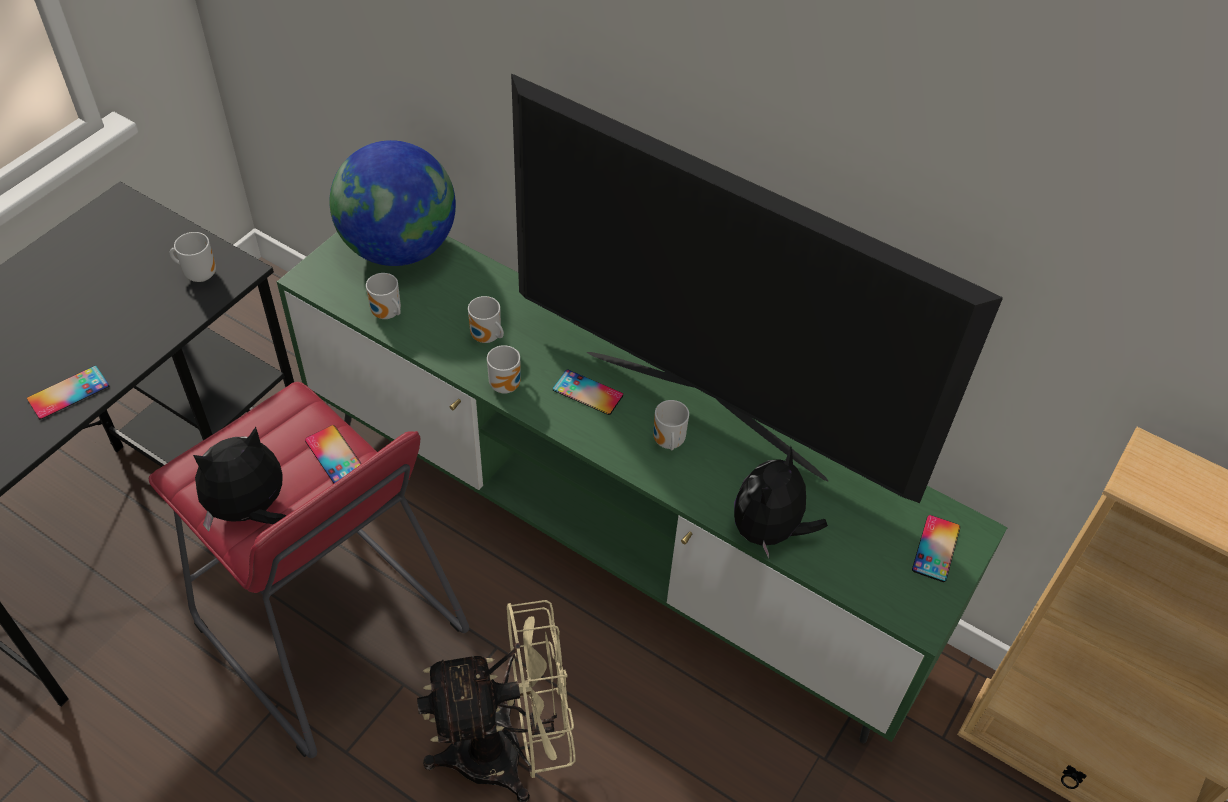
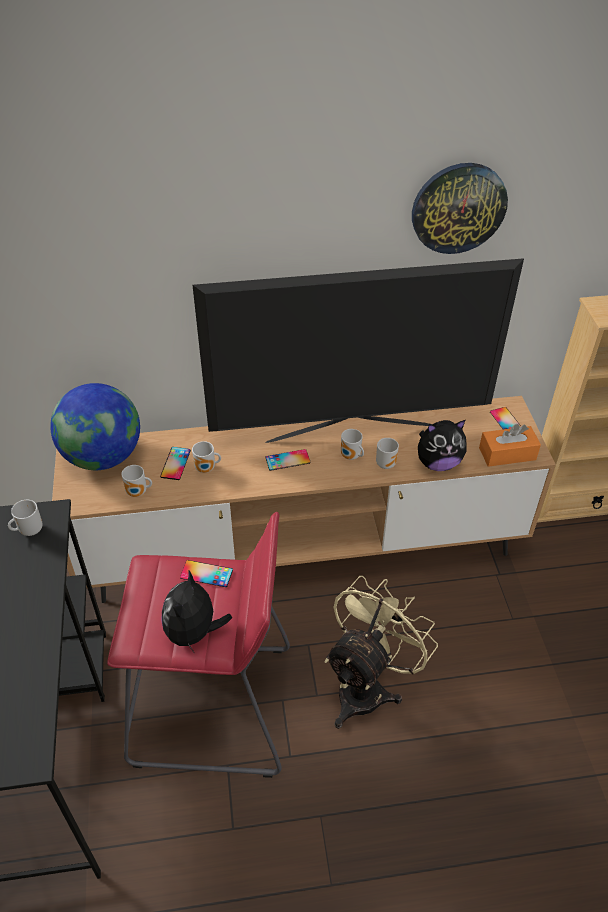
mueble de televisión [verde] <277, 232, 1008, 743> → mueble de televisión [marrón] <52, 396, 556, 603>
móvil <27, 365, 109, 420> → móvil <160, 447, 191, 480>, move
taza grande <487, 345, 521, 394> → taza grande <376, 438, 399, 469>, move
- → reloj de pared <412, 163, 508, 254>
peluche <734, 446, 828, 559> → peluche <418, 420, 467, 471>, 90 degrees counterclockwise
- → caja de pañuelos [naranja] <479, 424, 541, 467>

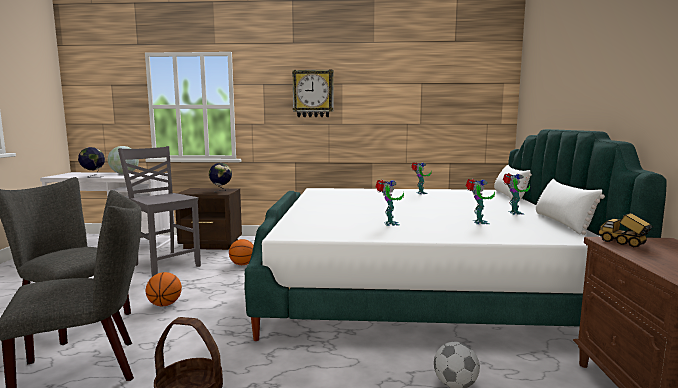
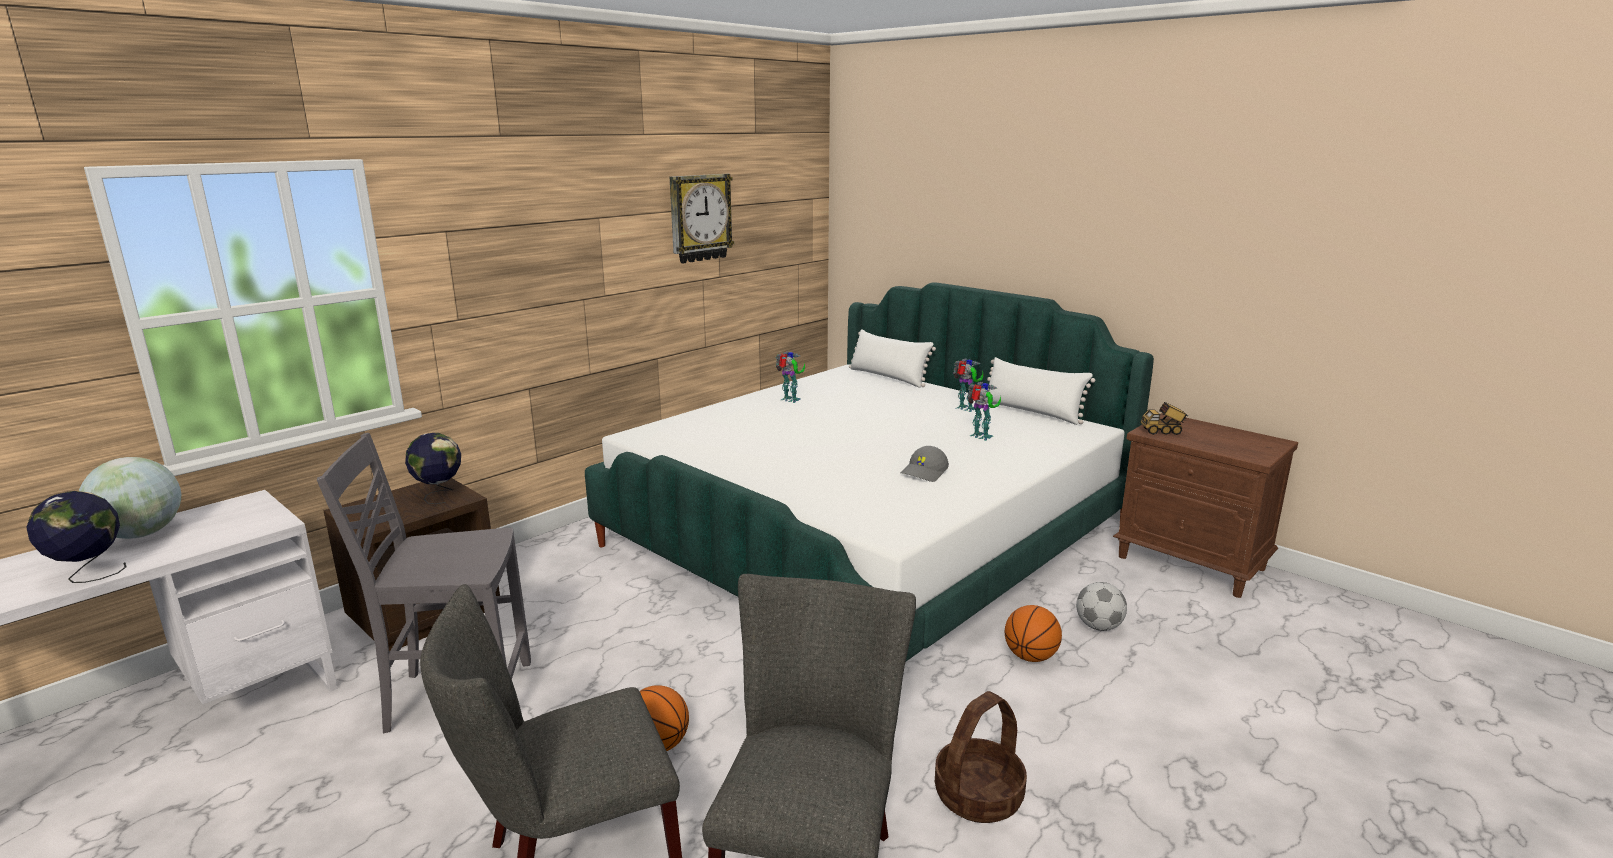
reloj de pared <292, 69, 334, 117> → reloj de pared <670, 174, 734, 263>, move
robot de juguete <376, 180, 404, 226> → gorra [gris] <900, 446, 949, 482>
balón de baloncesto <229, 239, 254, 265> → balón de baloncesto <1005, 605, 1062, 662>, move

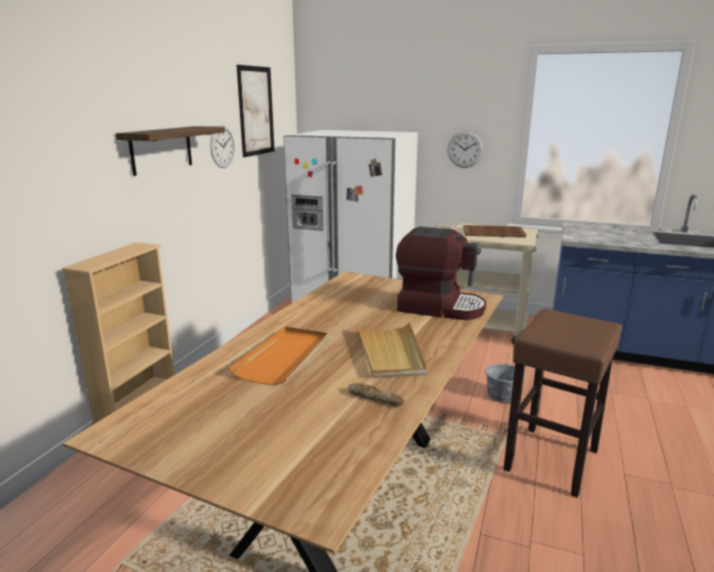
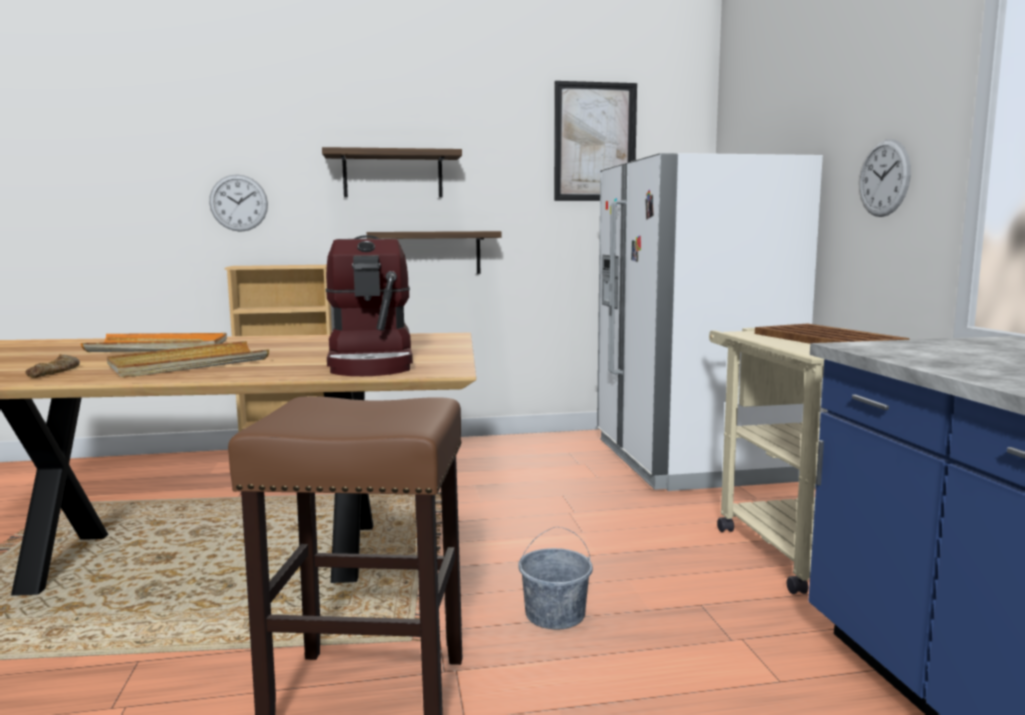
reloj de pared <210, 125, 235, 168> → reloj de pared <209, 174, 268, 232>, move
- → estante <367, 231, 502, 274>

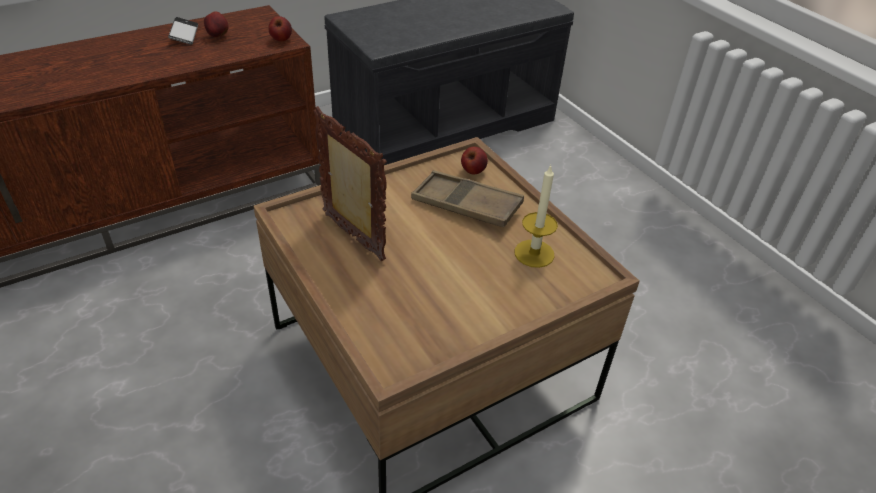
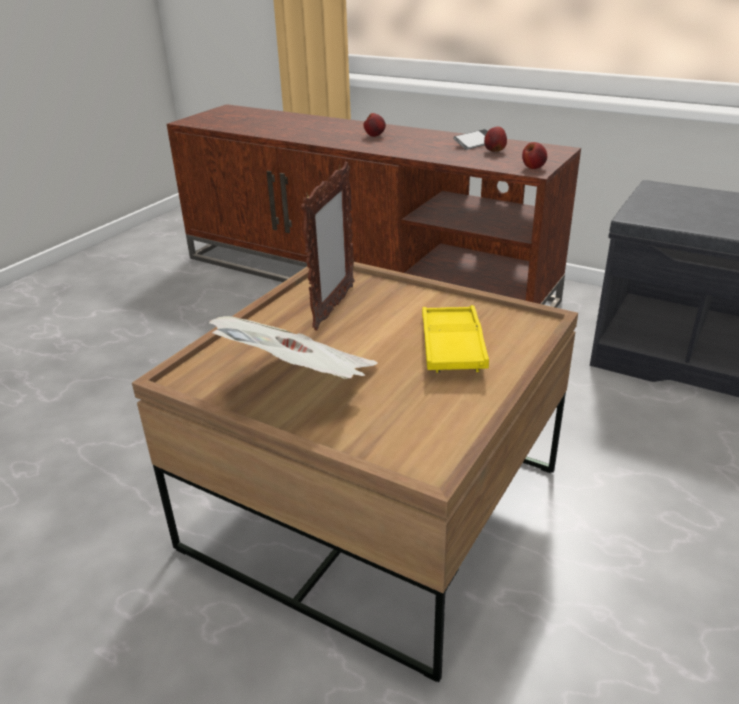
- → periódico <210, 316, 378, 379>
manzana <461, 147, 488, 174> → manzana <363, 113, 386, 137>, move
bandeja [marrón] <411, 171, 524, 227> → bandeja [amarillo] <422, 305, 489, 373>
vela <515, 164, 558, 268> → -

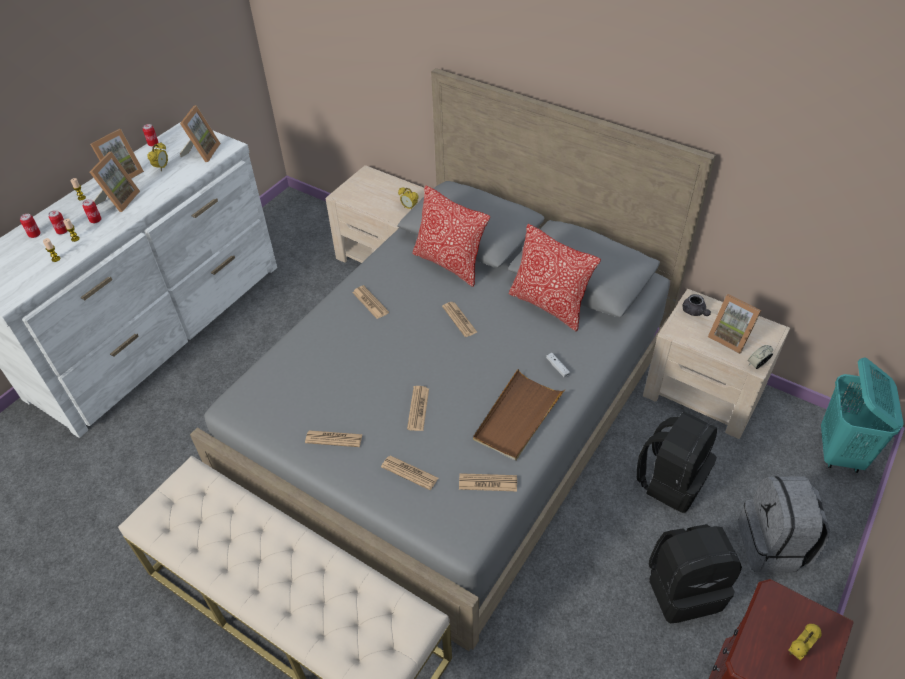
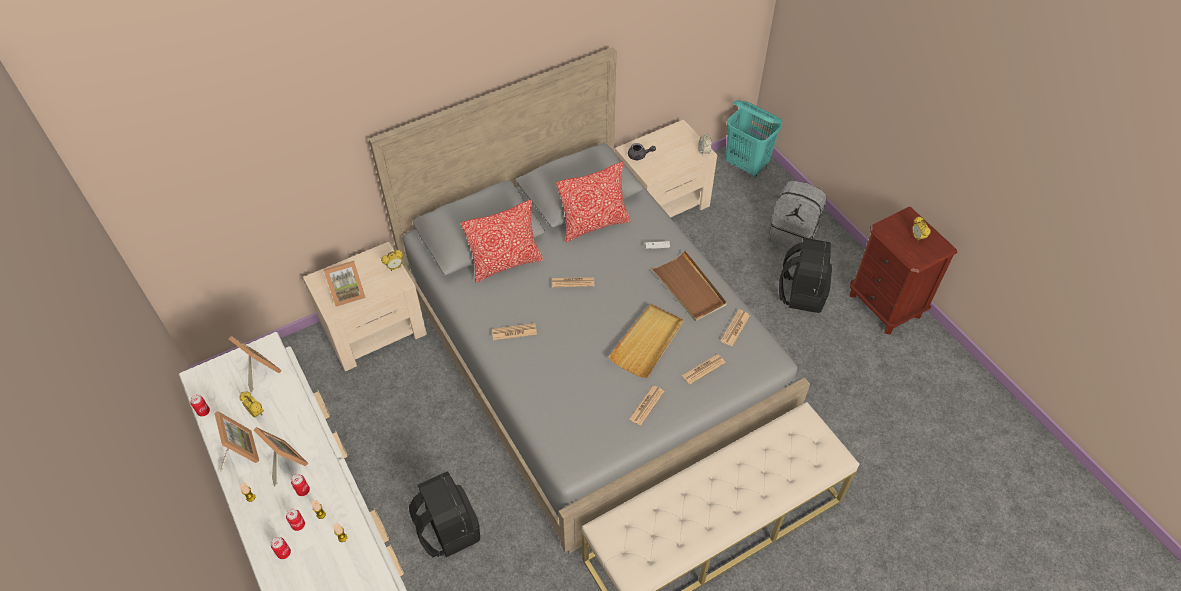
portarretratos <708, 294, 762, 354> → portarretratos <323, 261, 366, 307>, move
mochila [negro] <637, 412, 717, 513> → mochila [negro] <409, 471, 480, 557>, move
periódico <407, 386, 429, 431> → bandeja [beis] <608, 304, 684, 378>

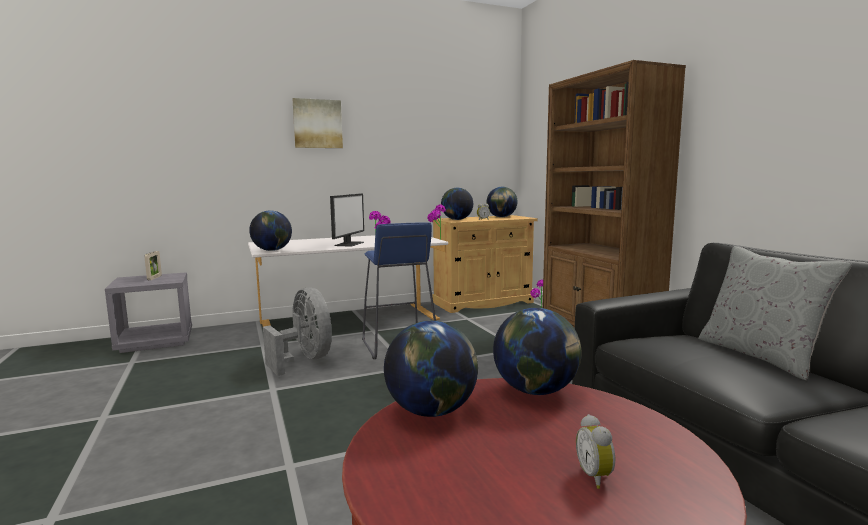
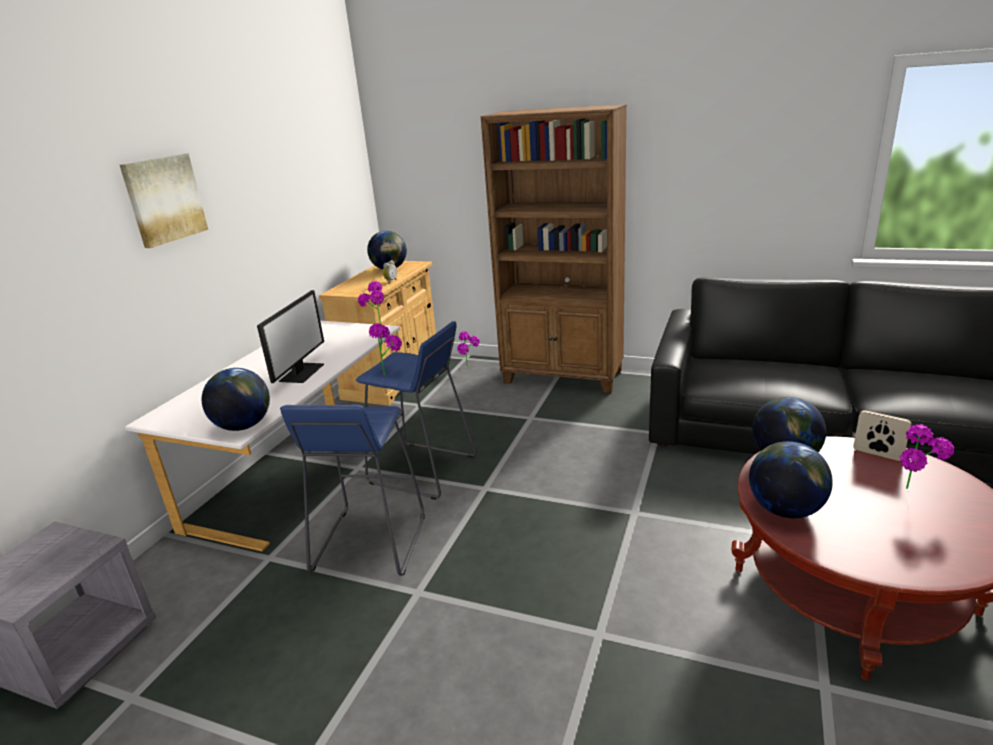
monitor <330, 193, 364, 247> → monitor <257, 290, 324, 383>, 45 degrees clockwise
ventilador [gris] <263, 287, 332, 376> → taburete [azul] <280, 405, 425, 576>
portarretratos <144, 251, 162, 280> → portarretratos <853, 410, 911, 461>, move
despertador <576, 414, 615, 489> → planta en maceta <900, 424, 954, 489>
globo terráqueo <441, 188, 473, 220> → -
cojín [gris] <698, 246, 852, 380> → -

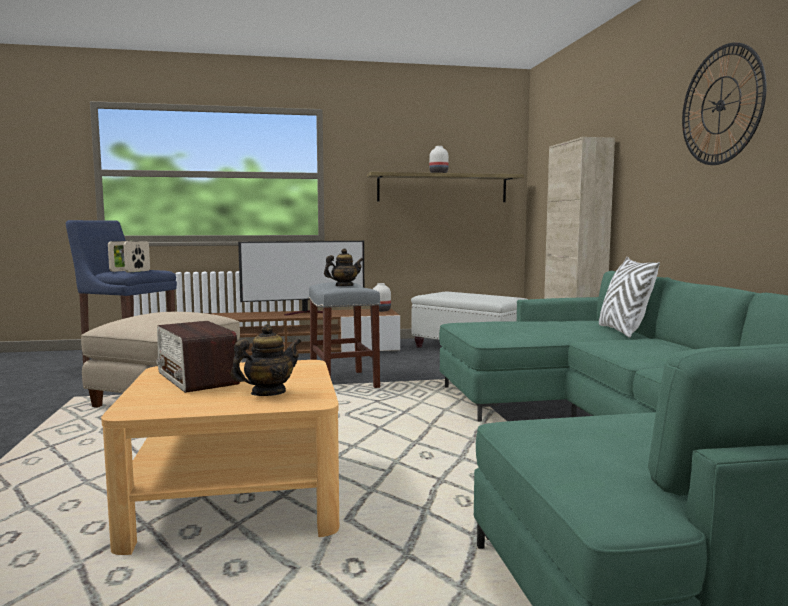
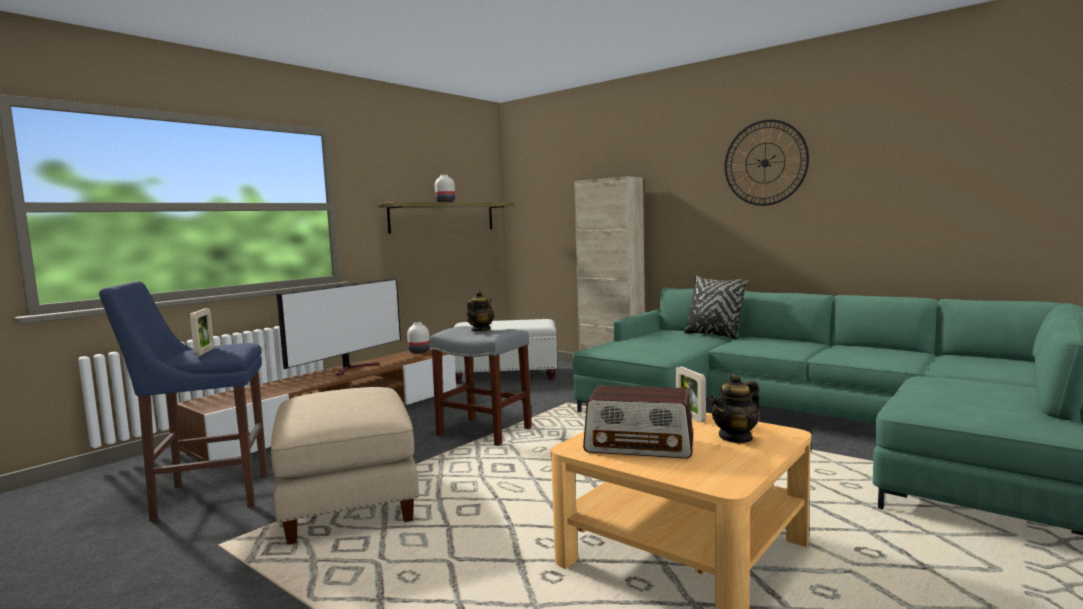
portarretratos <124, 241, 150, 272> → portarretratos <675, 366, 706, 423>, move
cojín [blanco] <599, 257, 660, 338> → cojín [negro] <684, 276, 748, 339>
tetera <231, 324, 301, 396> → tetera <710, 374, 760, 444>, 135 degrees counterclockwise

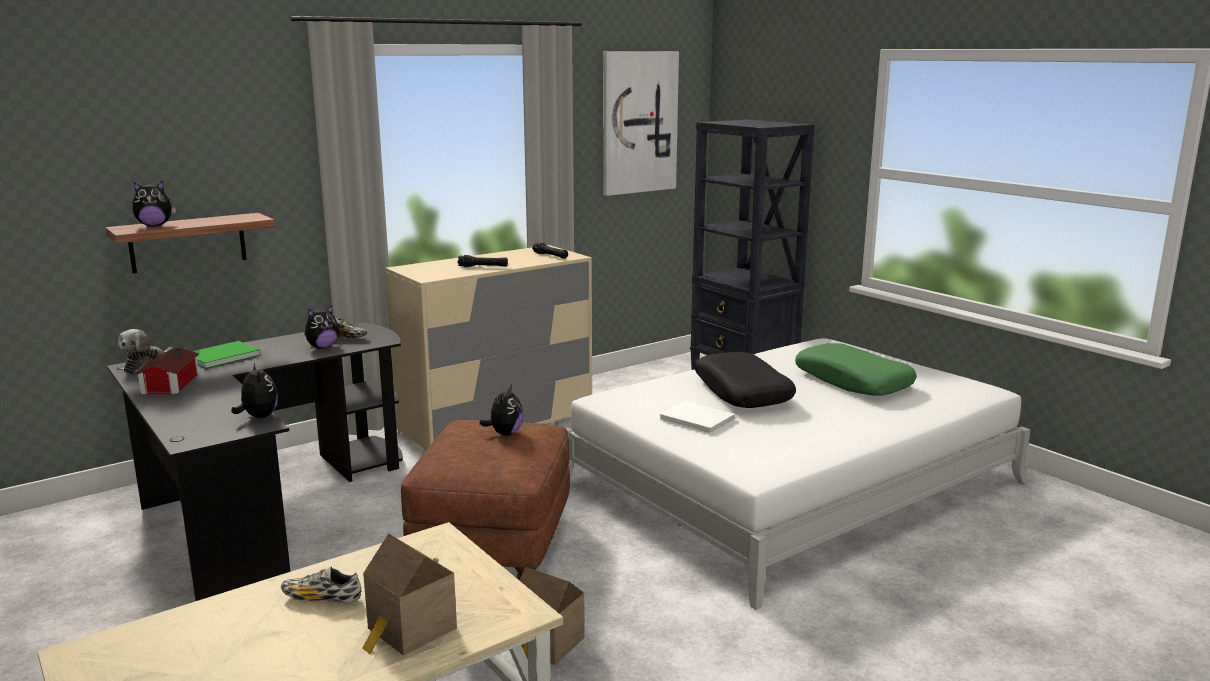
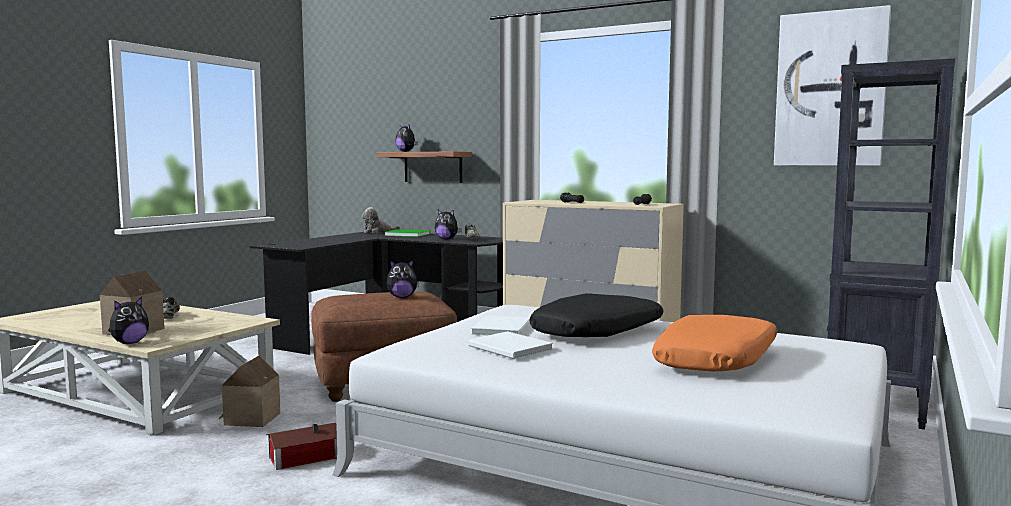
peluche <231, 363, 278, 418> → peluche <108, 297, 149, 344>, move
casita <134, 347, 199, 394> → casita <266, 423, 337, 470>, move
- → libro [blanco] <468, 331, 553, 359>
cojín [verde] <795, 343, 917, 395> → cojín [naranja] <652, 315, 777, 371>

